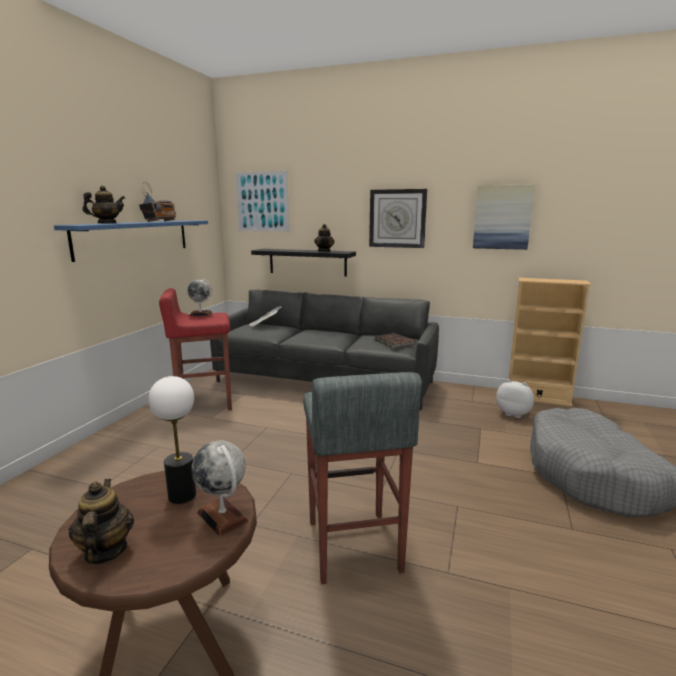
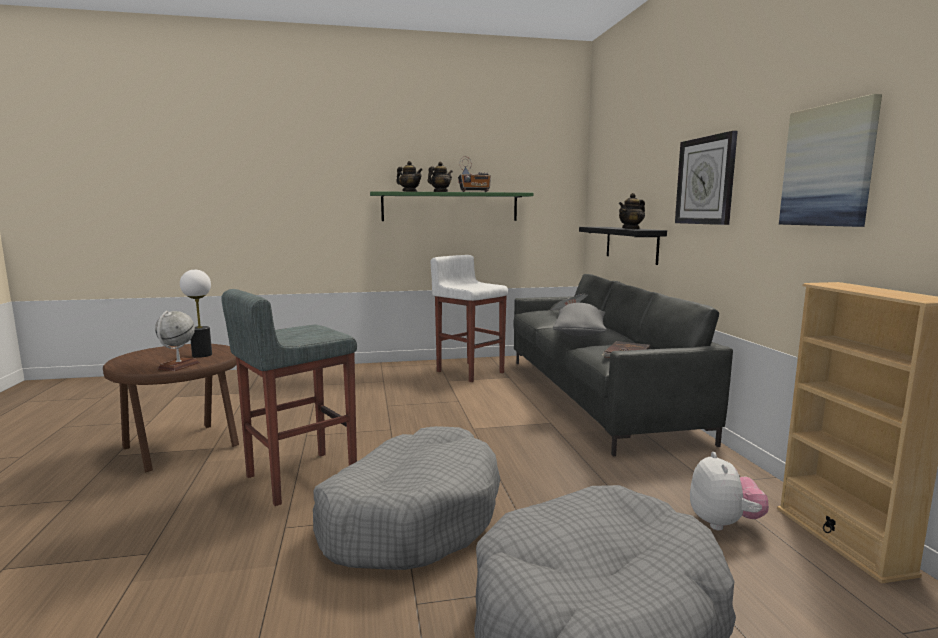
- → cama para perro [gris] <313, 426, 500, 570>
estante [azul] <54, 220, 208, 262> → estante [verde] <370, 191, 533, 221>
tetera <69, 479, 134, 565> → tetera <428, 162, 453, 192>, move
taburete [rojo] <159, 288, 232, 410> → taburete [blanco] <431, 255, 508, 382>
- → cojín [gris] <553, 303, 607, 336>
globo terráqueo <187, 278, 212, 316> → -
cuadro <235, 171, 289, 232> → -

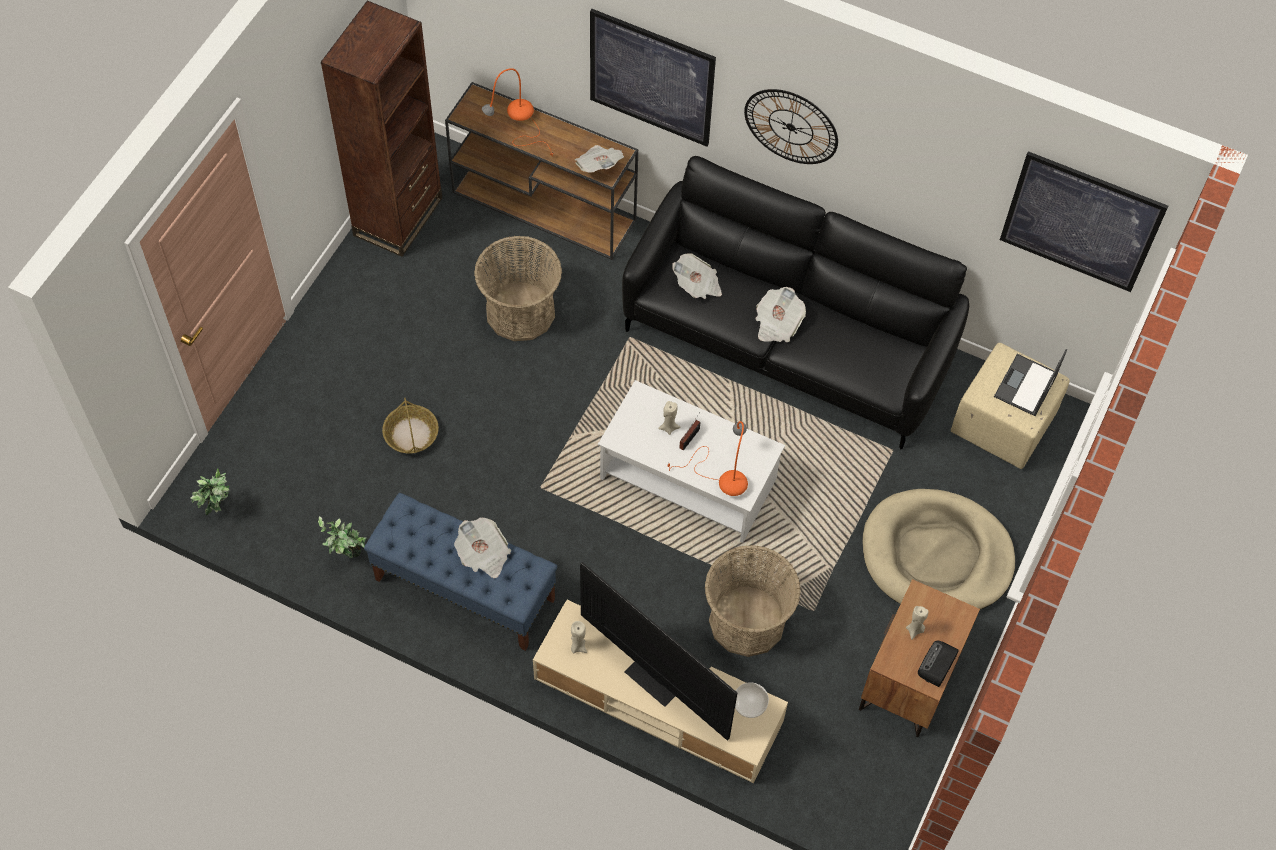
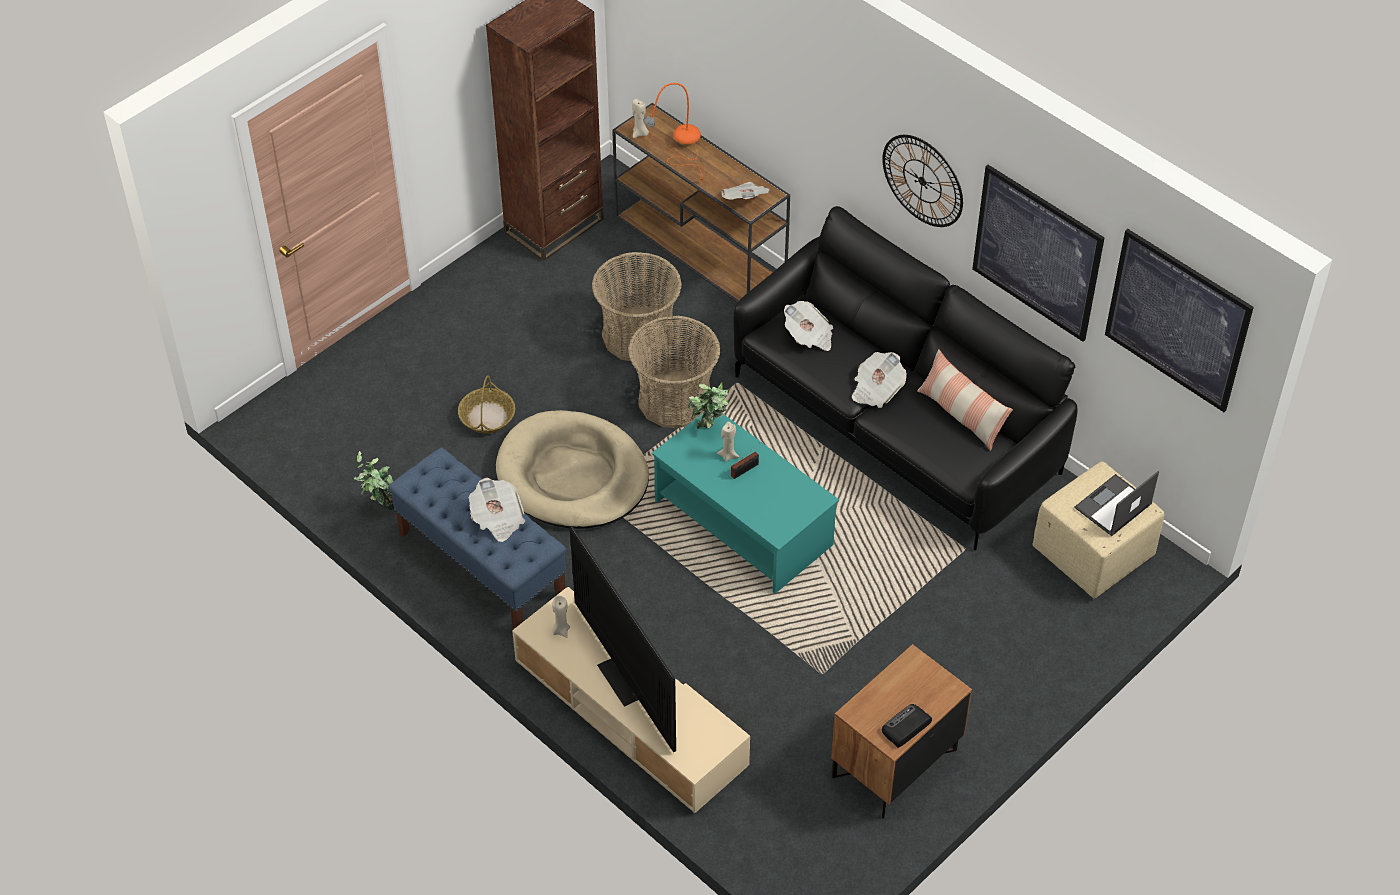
cama para perro [beis] <862, 489, 1016, 610> → cama para perro [beis] <496, 410, 649, 529>, move
cesta <705, 545, 801, 657> → cesta <628, 316, 721, 428>, move
vela [beis] <906, 606, 928, 640> → vela [beis] <632, 99, 649, 138>, move
mesa de centro [blanco] <598, 380, 785, 543> → mesa de centro [turquesa] <652, 412, 839, 594>
planta en maceta <191, 469, 229, 515> → planta en maceta <688, 382, 729, 429>, move
- → cojín <917, 349, 1013, 451>
cuadro <590, 9, 716, 147> → cuadro <972, 165, 1105, 342>, move
lámpara de mesa [naranja] <667, 421, 748, 496> → -
cuenco <735, 683, 769, 718> → -

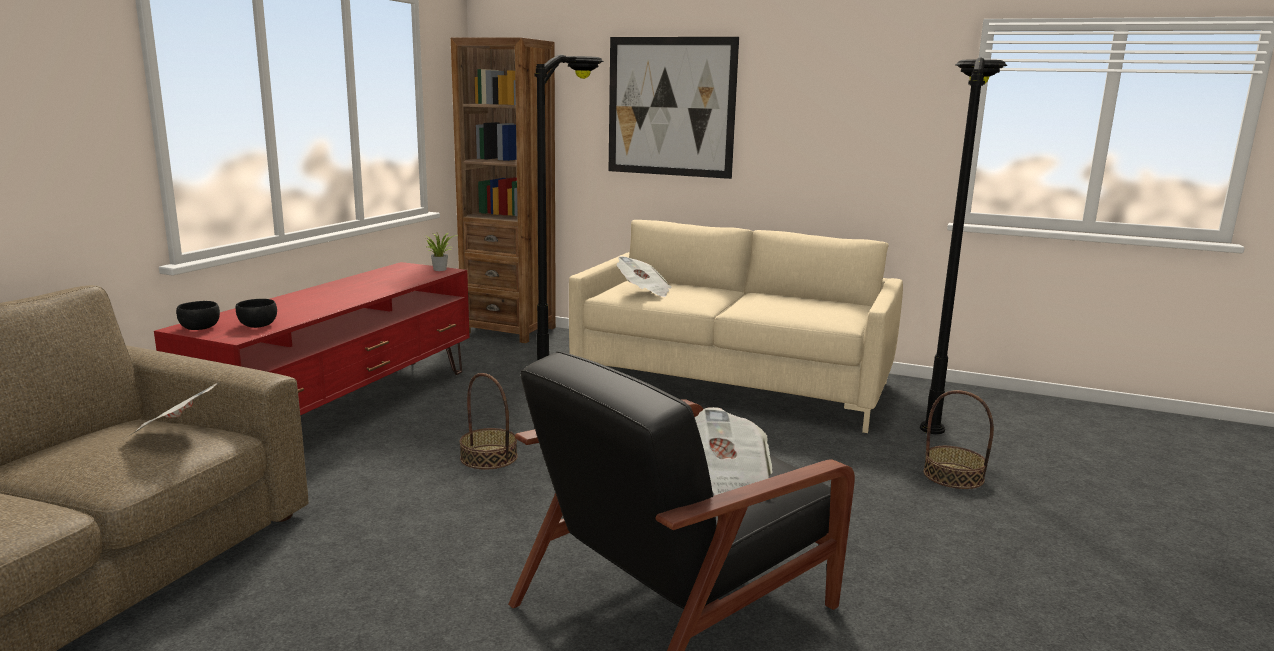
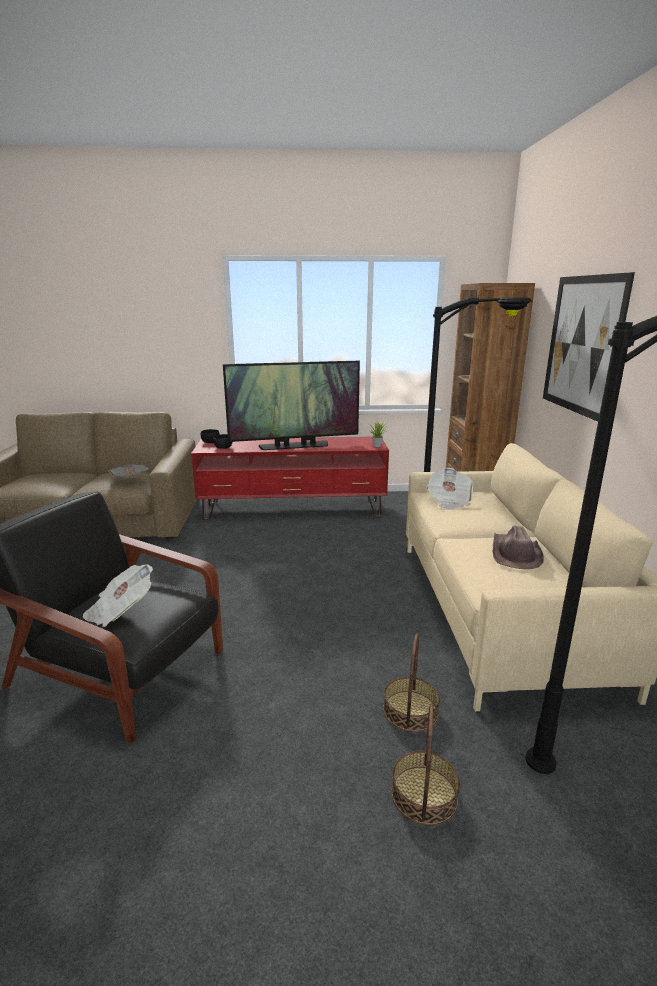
- → televisor <223, 361, 360, 450>
cesta <459, 373, 518, 469> → cesta <383, 633, 440, 732>, move
- → sombrero [marrón] <492, 525, 544, 569>

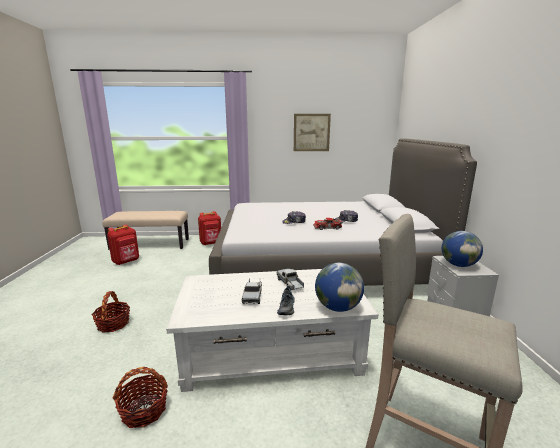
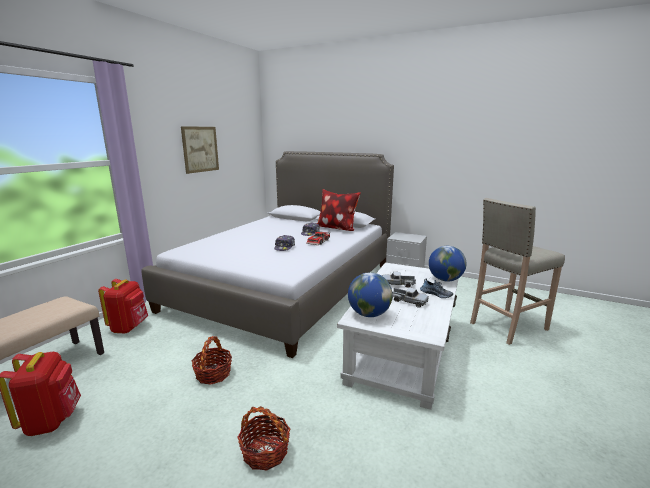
cesta <113, 367, 168, 428> → cesta <191, 336, 232, 385>, move
- → cojín <317, 189, 361, 231>
globo terráqueo <442, 231, 483, 267> → globo terráqueo <348, 272, 393, 317>, move

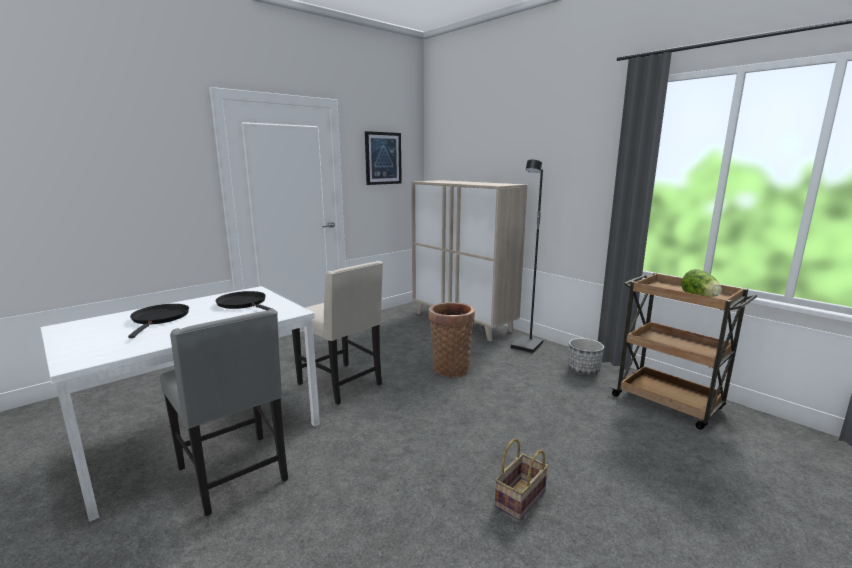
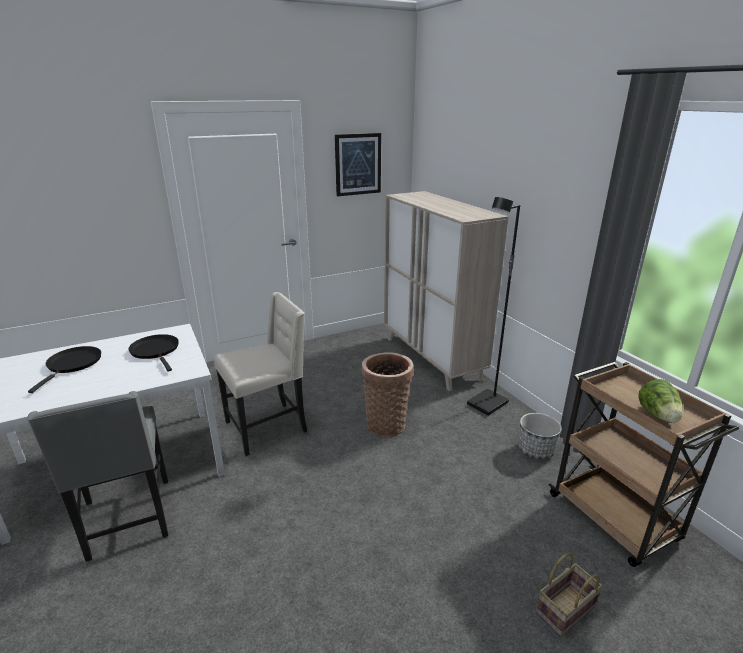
silla [beis] <292, 261, 383, 405> → silla [beis] <214, 292, 307, 456>, 90 degrees counterclockwise
cesta <495, 439, 548, 520> → cesta <536, 552, 602, 637>, move

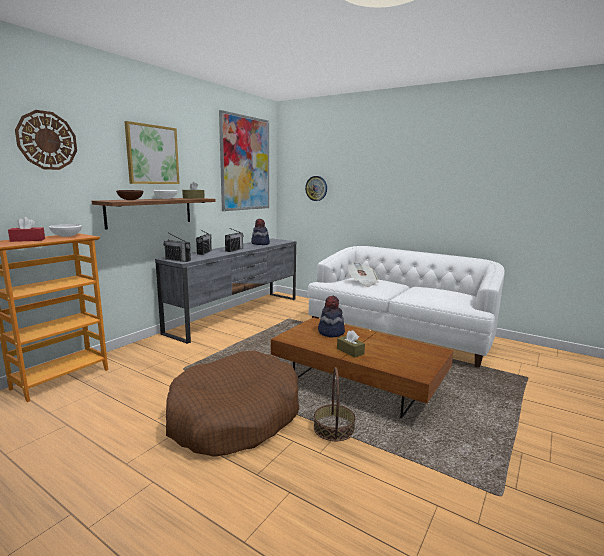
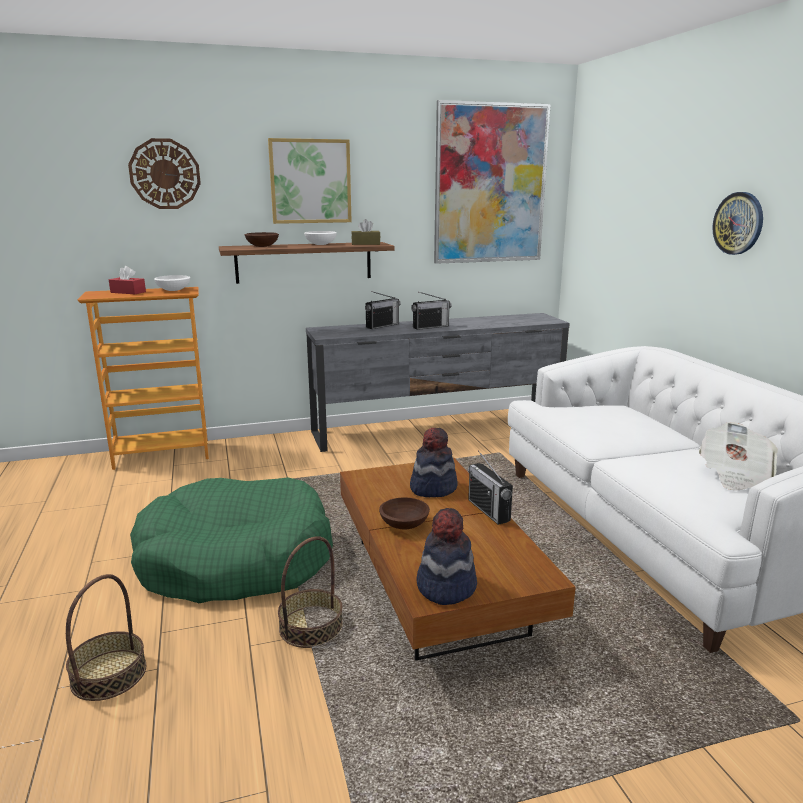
- → cesta <66, 574, 146, 701>
cama para perro [marrón] <166, 350, 299, 456> → cama para perro [verde] <130, 477, 333, 603>
caja de pañuelos [marrón] <337, 330, 365, 358> → cuenco [marrón] <379, 497, 430, 530>
sombrero <251, 219, 270, 245> → sombrero <416, 508, 477, 605>, move
radio <163, 233, 191, 262> → radio <468, 450, 513, 525>, move
periódico <348, 262, 379, 287> → periódico <699, 422, 778, 490>, move
reloj de pared <305, 176, 327, 201> → reloj de pared <712, 192, 763, 255>, move

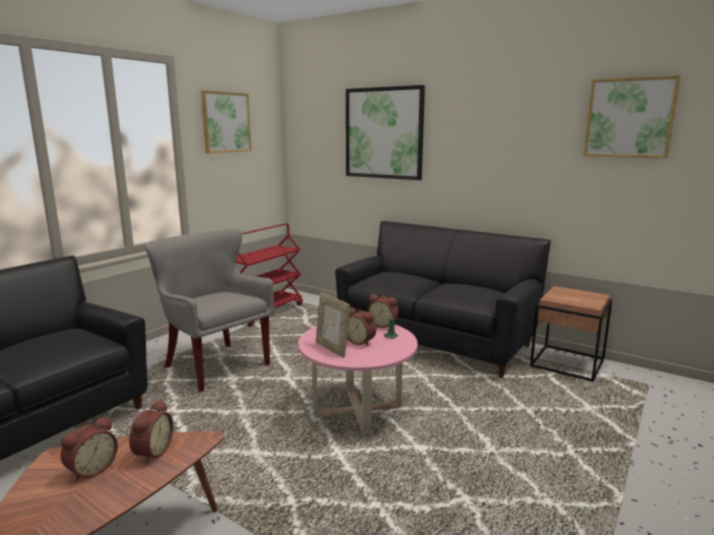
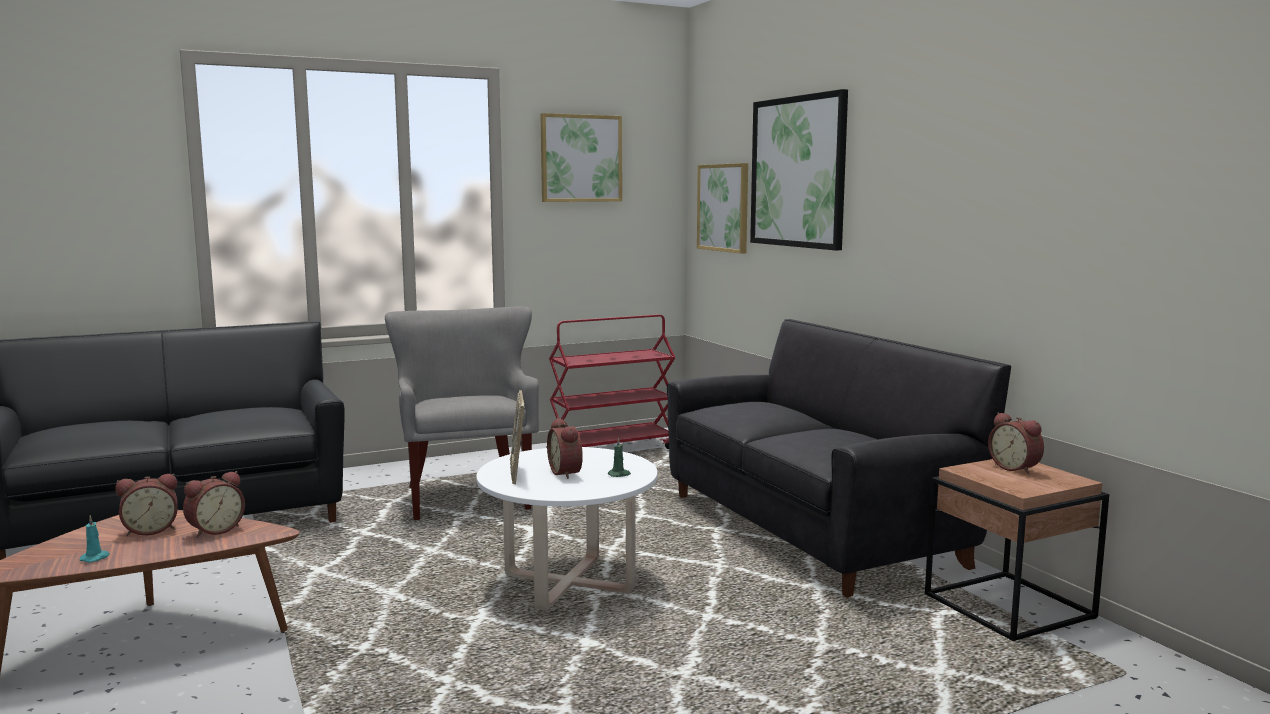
- → vela [turquesa] <80, 515, 110, 563>
mesa de centro [rosa] <298, 325, 418, 434> → mesa de centro [blanco] <476, 447, 658, 611>
cuadro <583, 75, 680, 158> → cuadro <697, 163, 748, 254>, move
despertador <367, 294, 399, 328> → despertador <988, 412, 1044, 474>, move

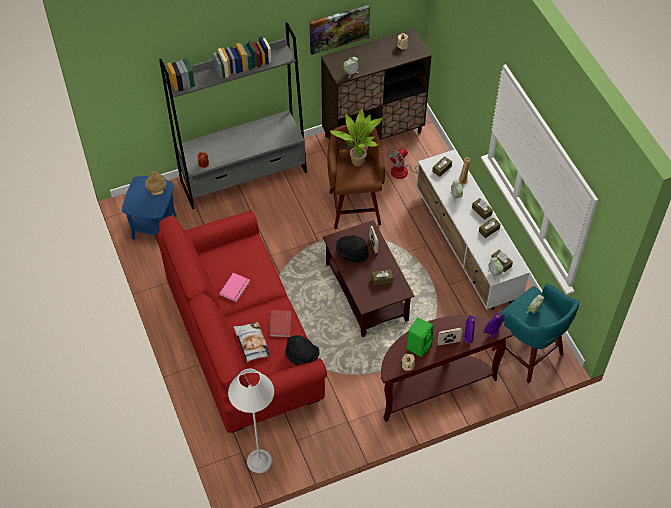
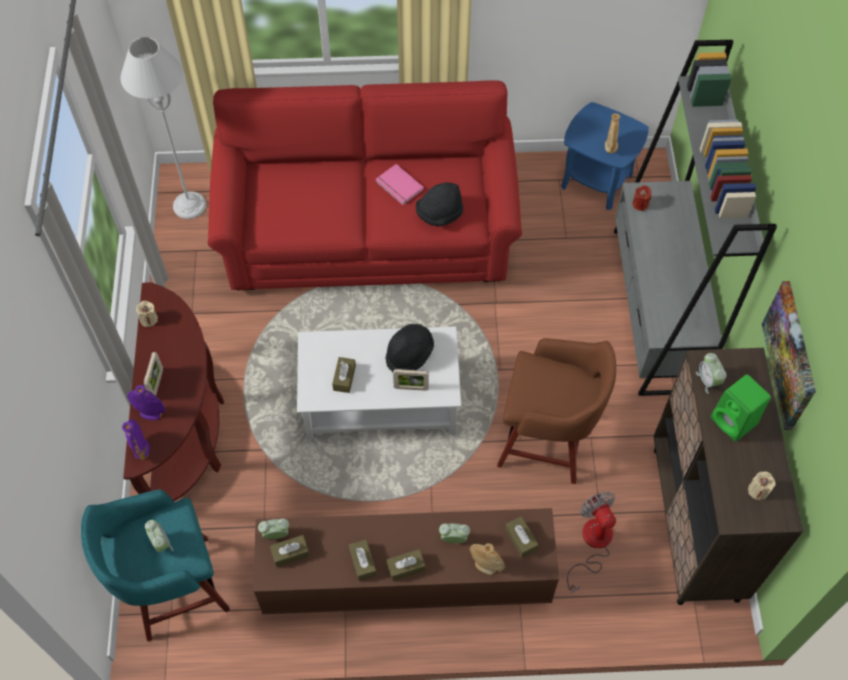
mueble de televisión [blanco] <416, 150, 530, 310> → mueble de televisión [marrón] <253, 508, 559, 614>
mesa de centro [marrón] <323, 220, 415, 337> → mesa de centro [blanco] <297, 326, 461, 441>
sombrero [negro] <286, 335, 319, 365> → sombrero [negro] <416, 182, 463, 226>, move
altavoz [verde] <406, 317, 433, 357> → altavoz [verde] <711, 374, 771, 442>, move
cojín <234, 322, 271, 362> → -
libro [rojo] <270, 311, 291, 337> → -
planta en maceta <330, 109, 383, 167> → -

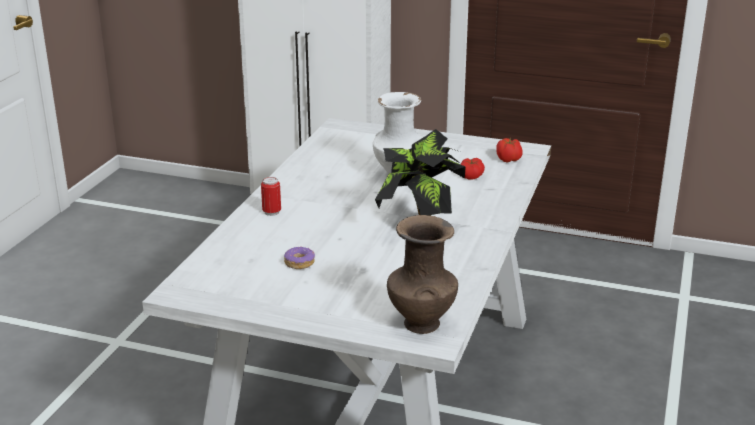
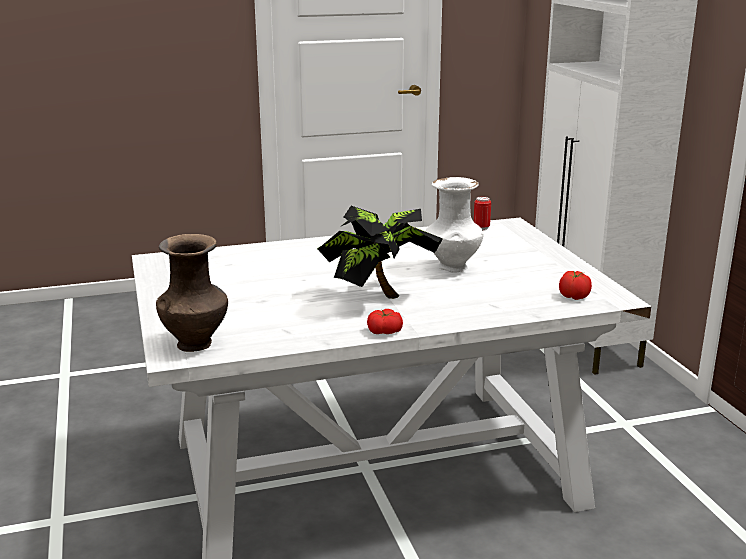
tomate <461, 158, 485, 180> → tomate <367, 309, 403, 334>, move
lata <261, 177, 281, 216> → lata <474, 196, 491, 230>, move
rosquilla <284, 246, 315, 269> → -

